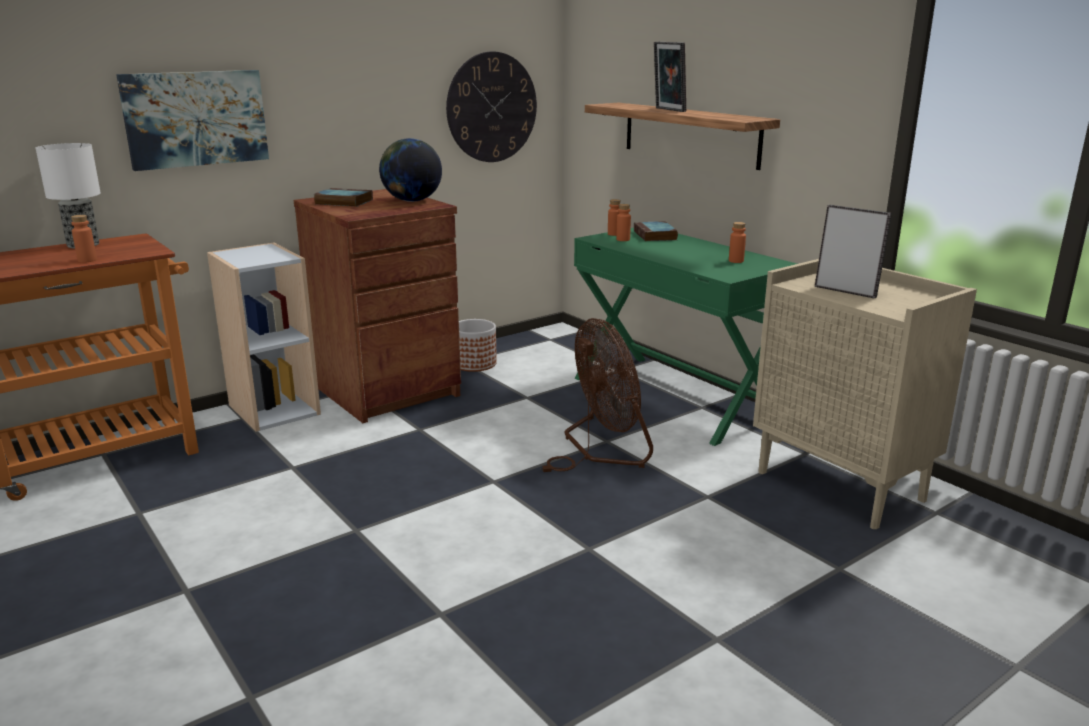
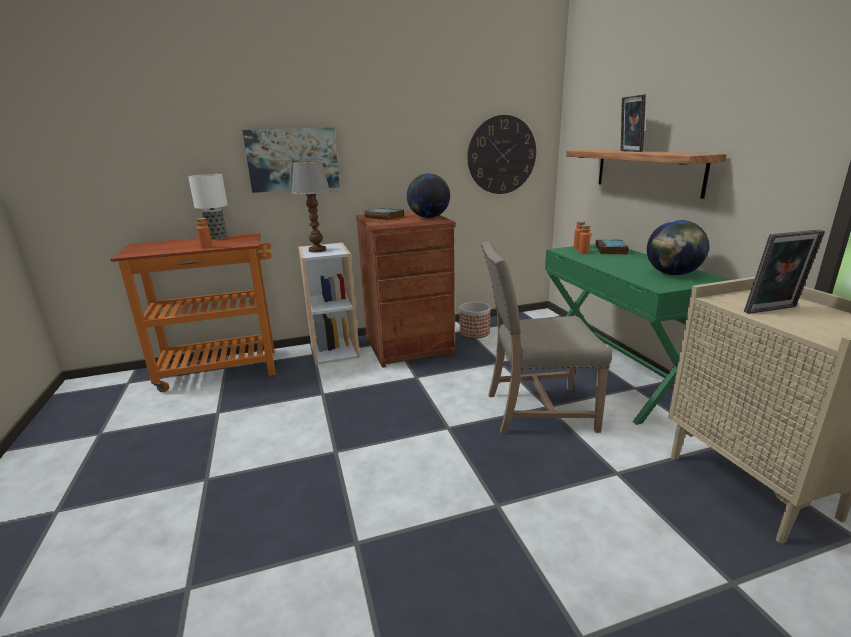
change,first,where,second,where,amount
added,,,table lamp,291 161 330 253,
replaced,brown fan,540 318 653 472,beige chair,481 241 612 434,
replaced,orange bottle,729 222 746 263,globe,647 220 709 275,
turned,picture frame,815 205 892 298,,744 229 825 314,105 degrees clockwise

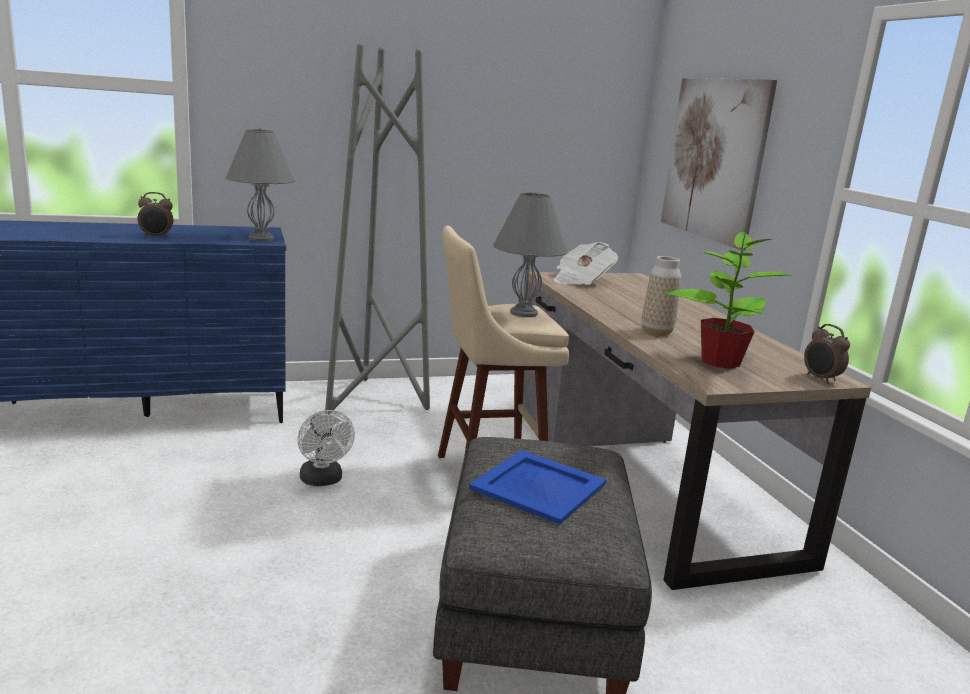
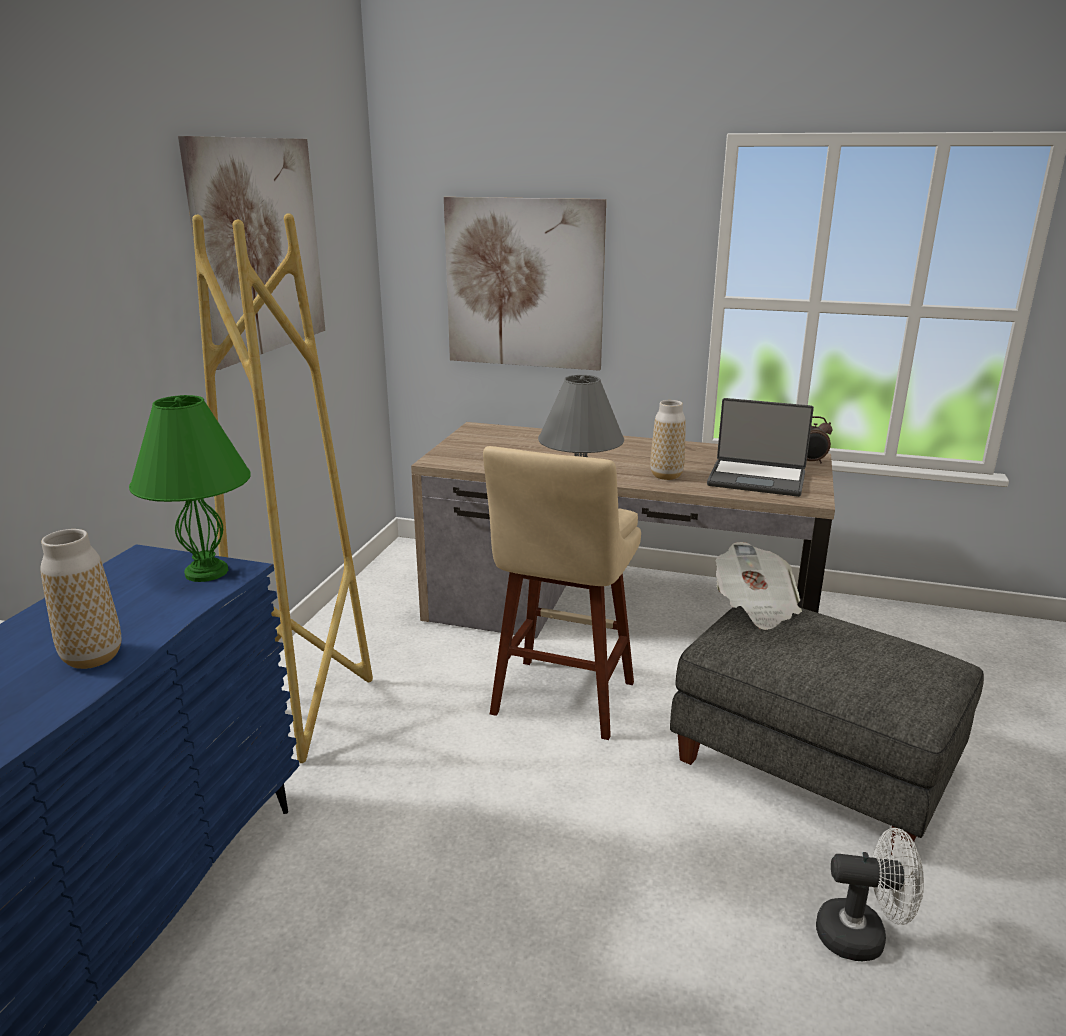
change,first,where,second,where,amount
removed,blue tray,469 450 607 524,,,
added,,,picture,178 136 325 370,
moved,white fan,298 410 355 486,,816 828 924 961,
moved,newspaper,554 242 618 285,,716 542 802 630,
replaced,alarm clock,137 192 173 239,vase,40 529 121 669,
replaced,potted plant,665 228 792 369,laptop,707 398 814 497,
recoloured,grey table lamp,225 128 295 241,green table lamp,129 395 251 582,
recoloured,grey clothes rack,325 43 430 414,yellow clothes rack,192 213 373 763,

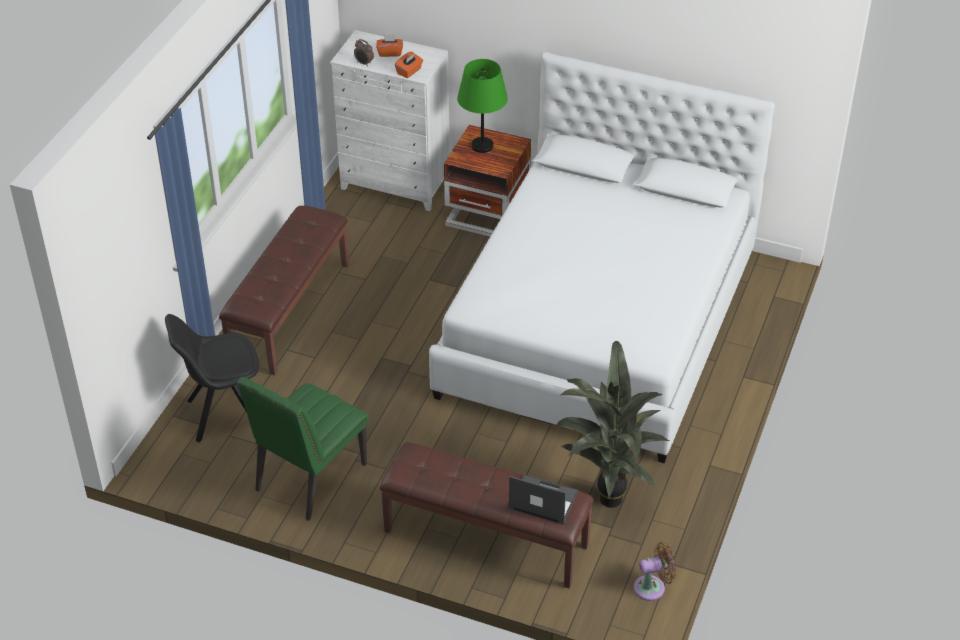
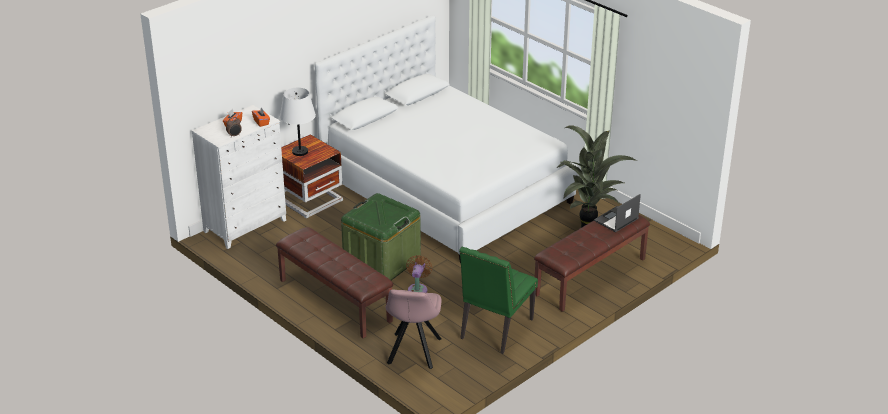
change,first,where,second,where,amount
added,,,green storage box,341 193 421 280,
moved,brown fan,634 542 676 601,,406 255 432 293,
recoloured,black chair,165 314 259 442,pink chair,385 289 442 369,
recoloured,green table lamp,457 59 508 153,white table lamp,280 87 316 156,
turned,green chair,237 377 369 521,,459 247 538 354,60 degrees clockwise

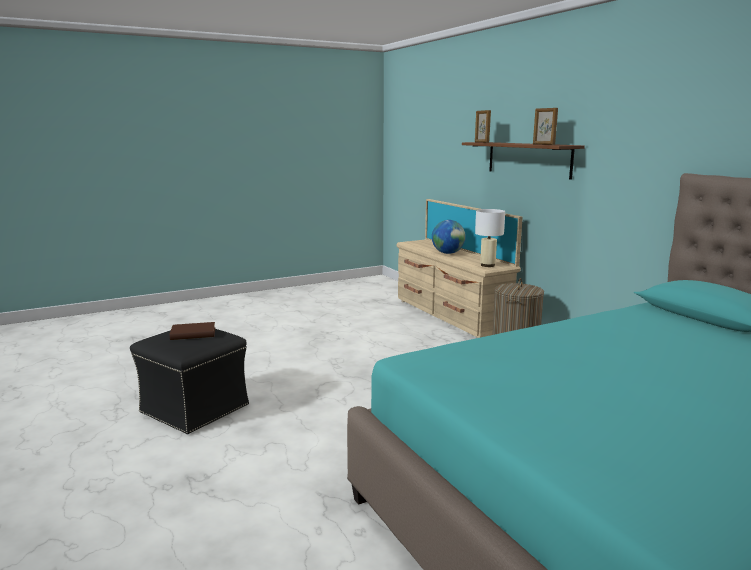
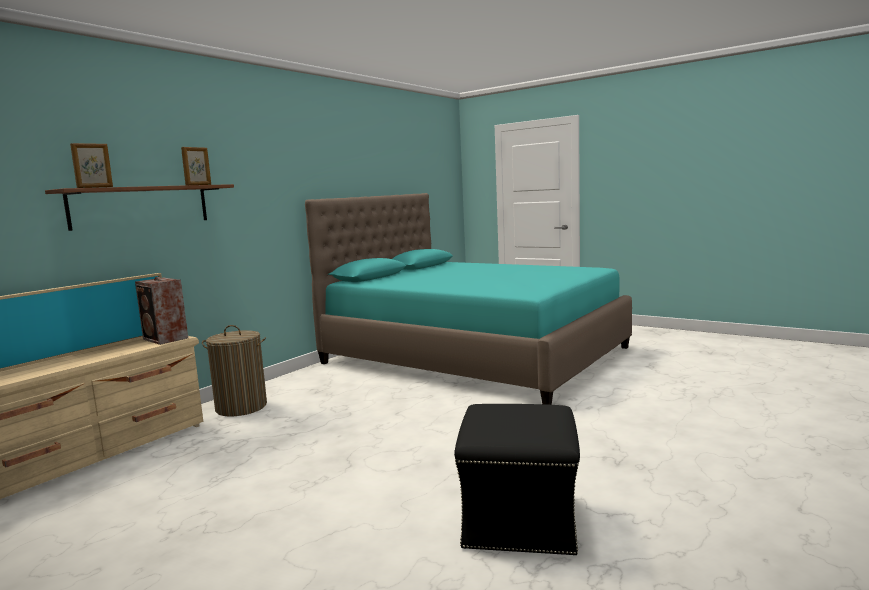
change,first,where,second,where,amount
removed,brown book,170 322 215 340,,,
removed,globe,432 220 466 254,,,
replaced,white table lamp,475 209 505 267,speaker,135 277 188 345,

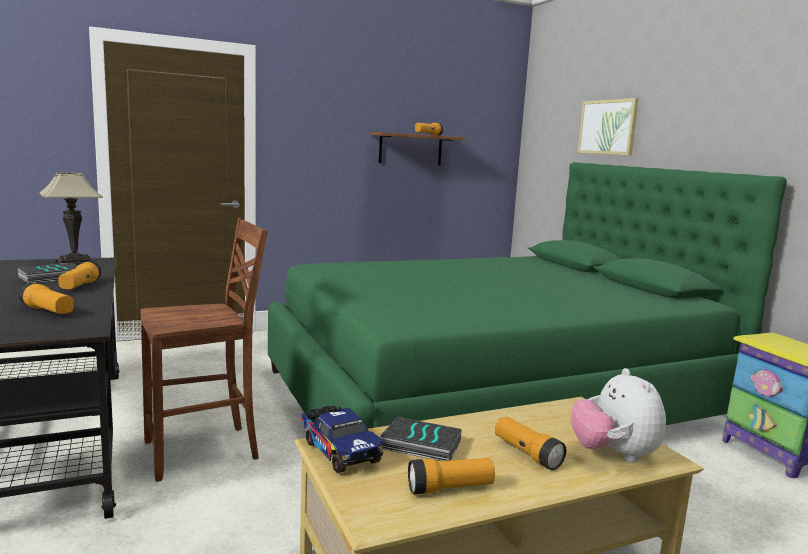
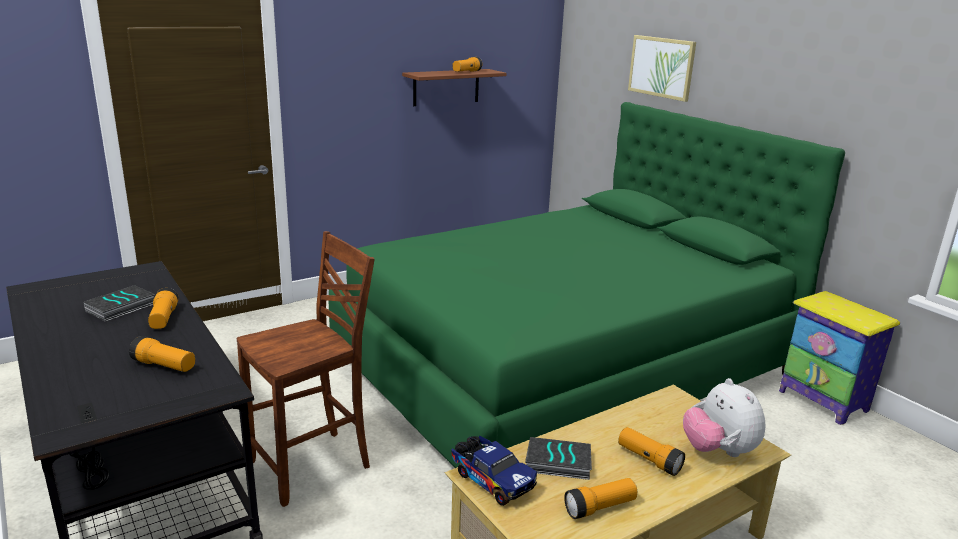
change,first,where,second,where,amount
removed,table lamp,39 172 103 264,,,

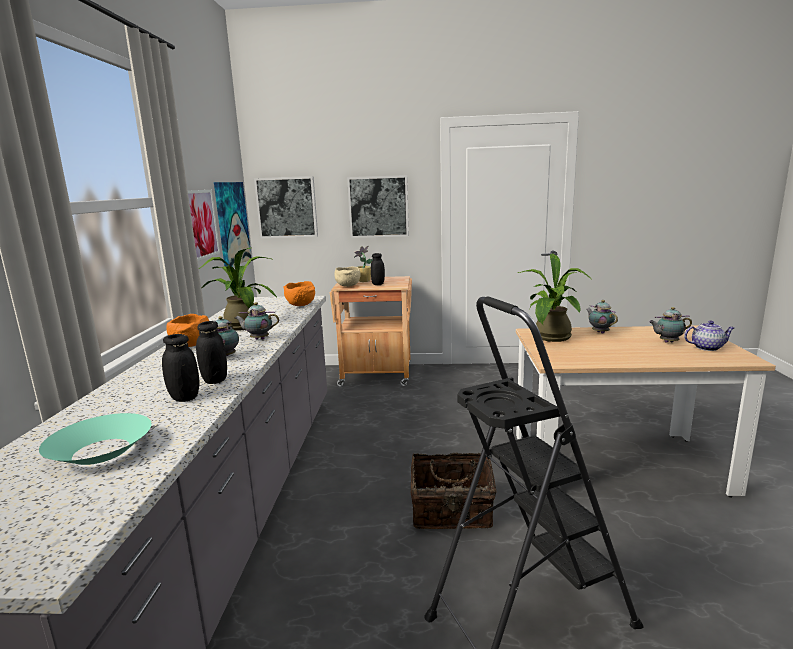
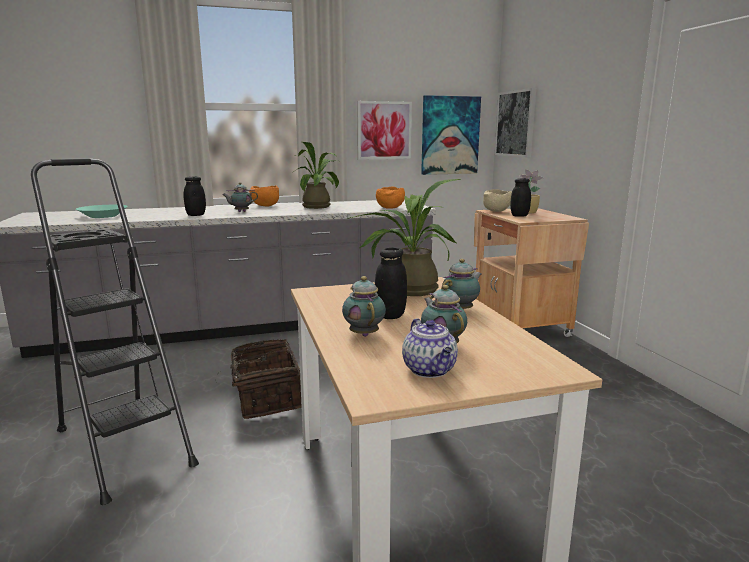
change,first,where,second,where,amount
removed,picture,347 175 409 238,,,
moved,black jar,162 334 200 402,,375 247 407 319,
moved,teapot,235 302 279 339,,342 276 386 337,

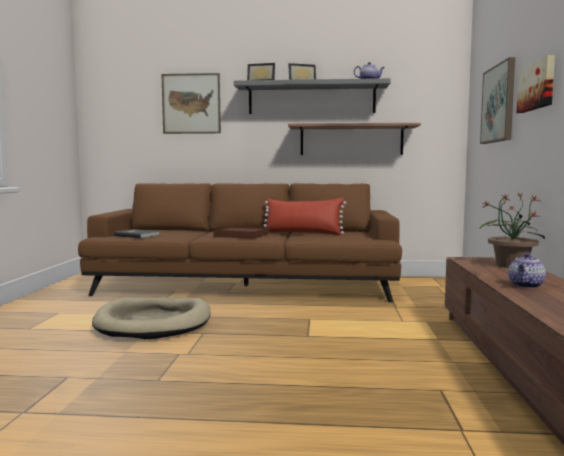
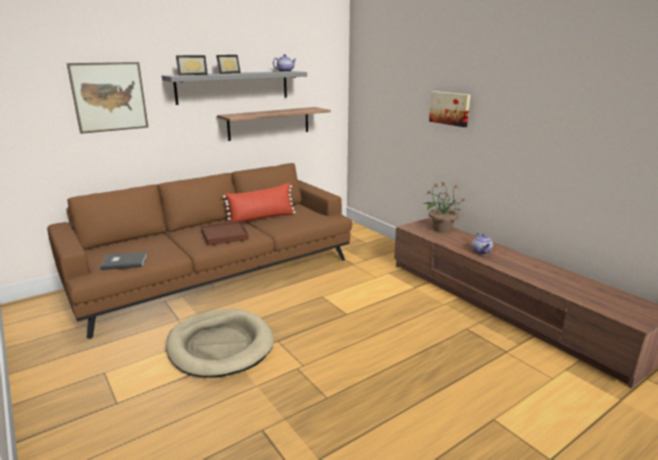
change,first,where,second,where,amount
removed,picture,480 57 515 144,,,

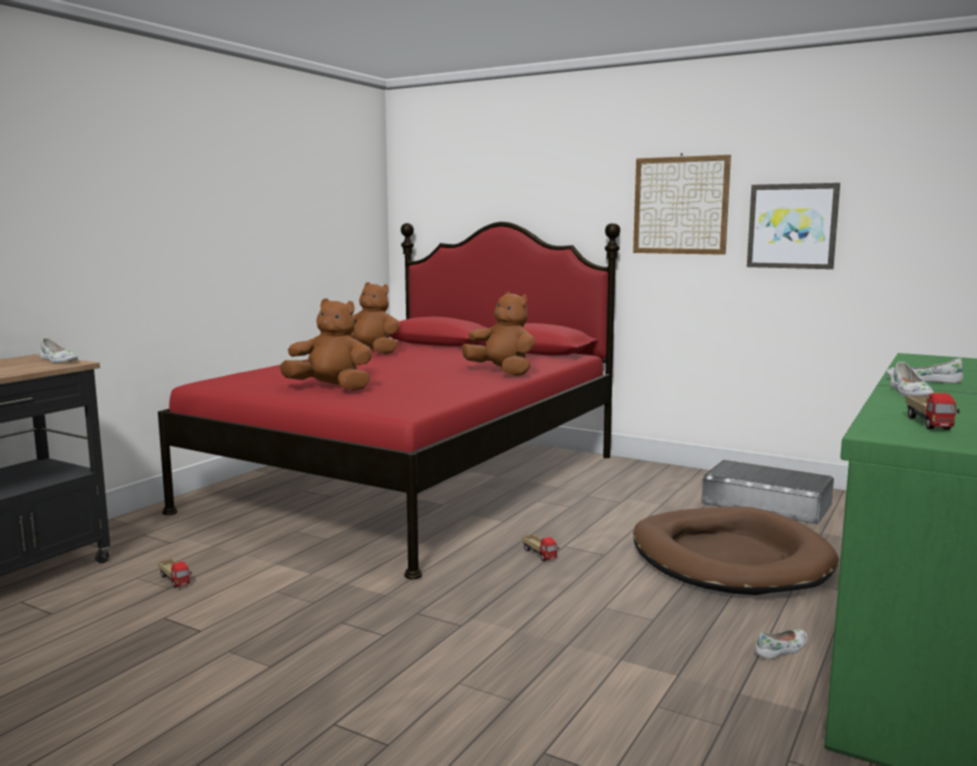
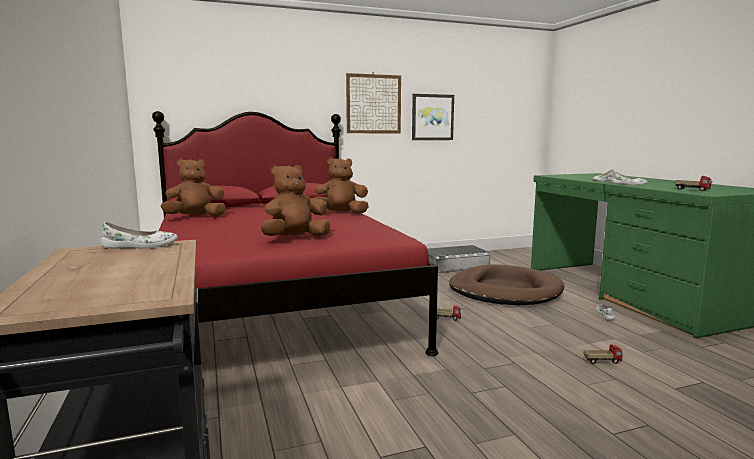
change,first,where,second,where,amount
moved,toy truck,158 559 192 588,,584 344 622 364,

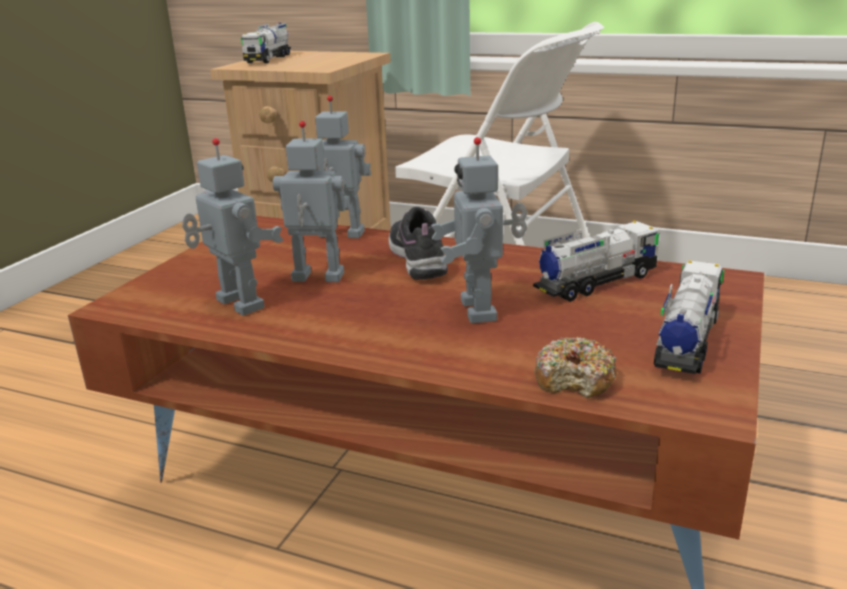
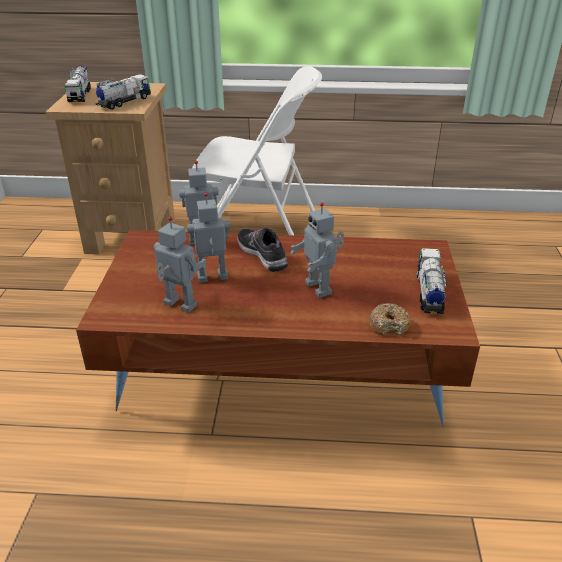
change,first,where,second,where,amount
moved,toy truck,533 221 659 302,,95 74 151 110,

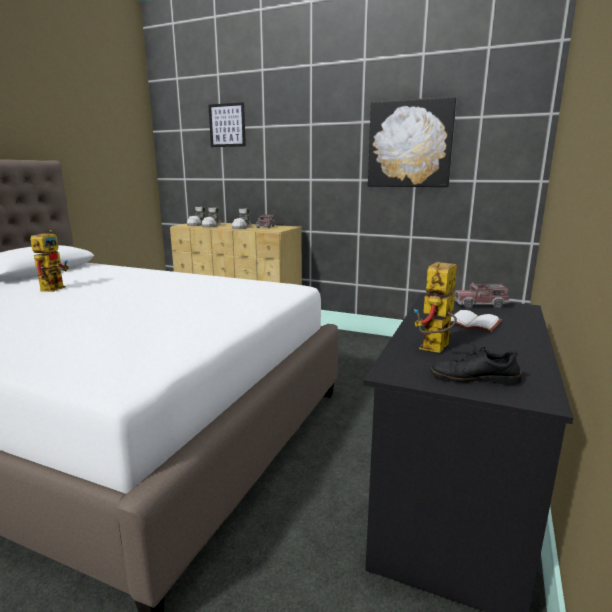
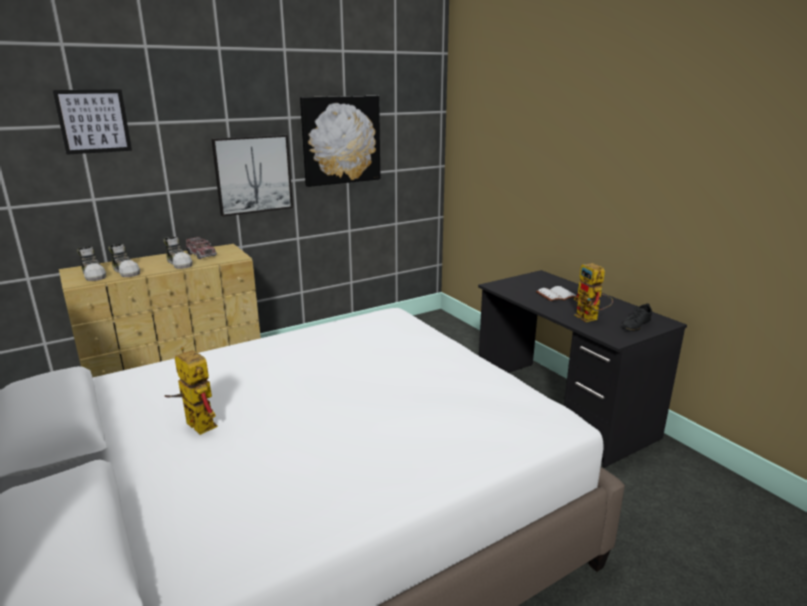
change,first,where,second,where,amount
removed,toy truck,455 283 511 308,,,
added,,,picture,212 135 293 217,

